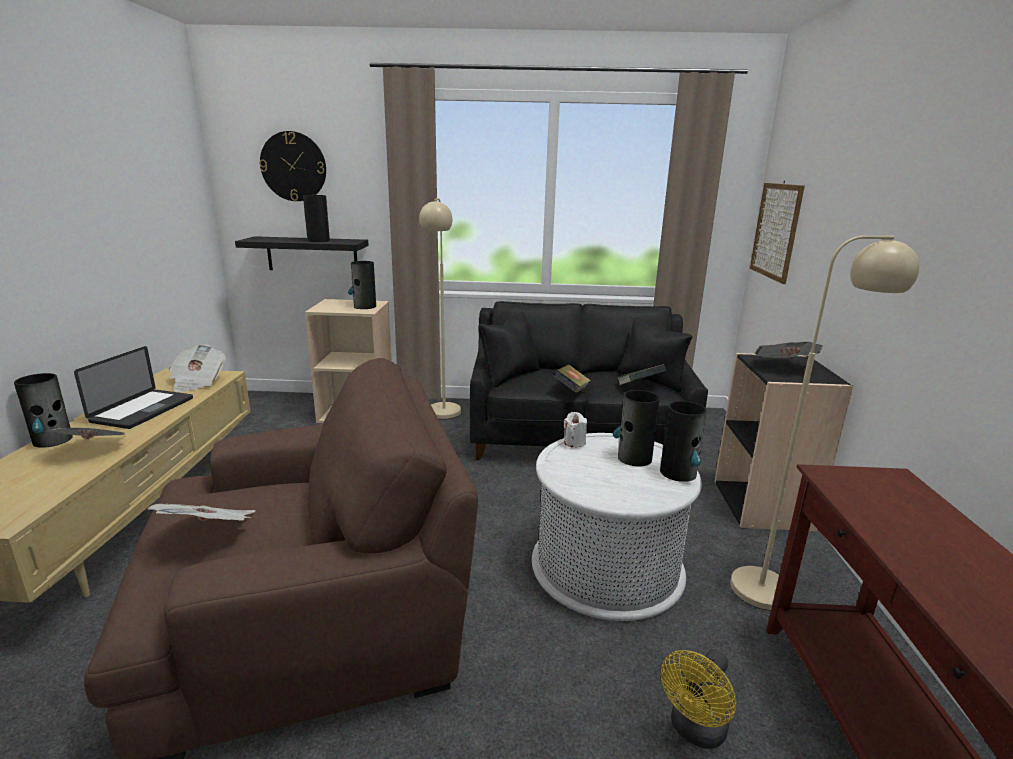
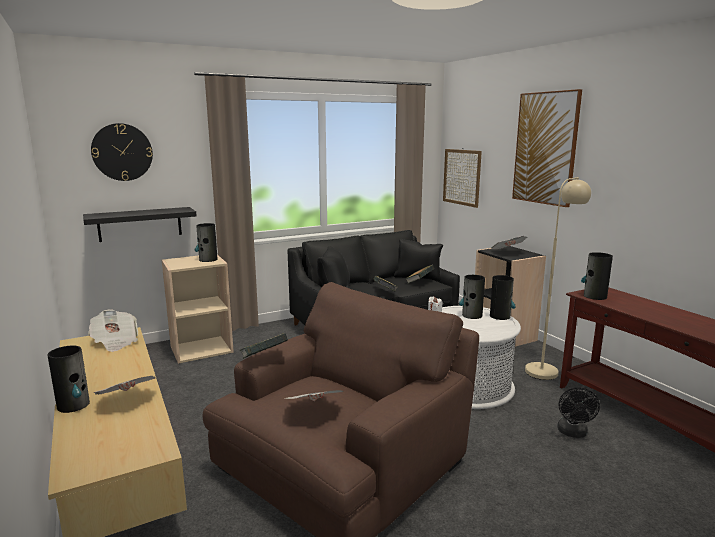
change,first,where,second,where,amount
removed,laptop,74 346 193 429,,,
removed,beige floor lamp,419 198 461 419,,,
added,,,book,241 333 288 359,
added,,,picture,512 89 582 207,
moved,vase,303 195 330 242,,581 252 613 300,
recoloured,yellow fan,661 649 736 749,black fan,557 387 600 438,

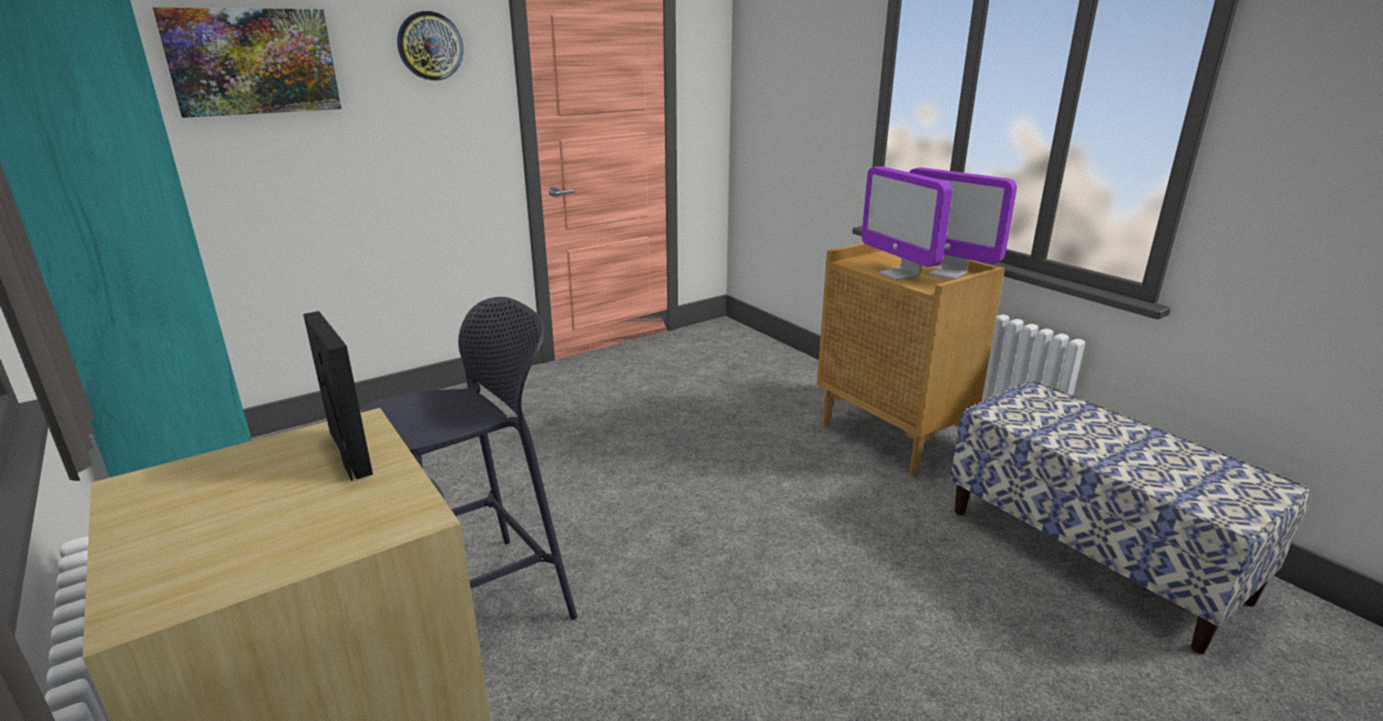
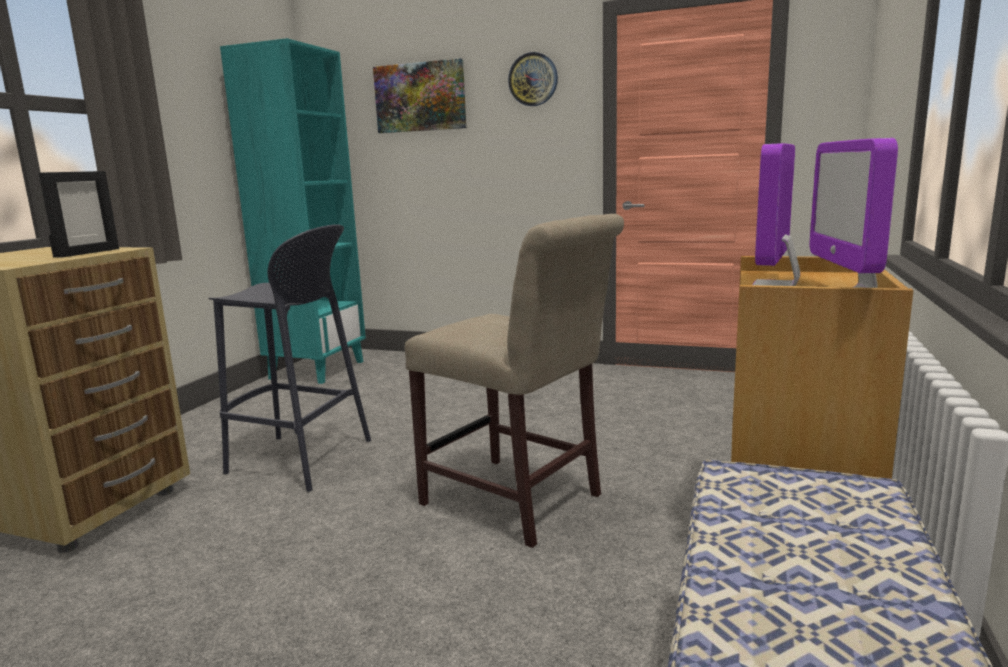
change,first,where,second,where,amount
added,,,beige chair,405 214 624 548,

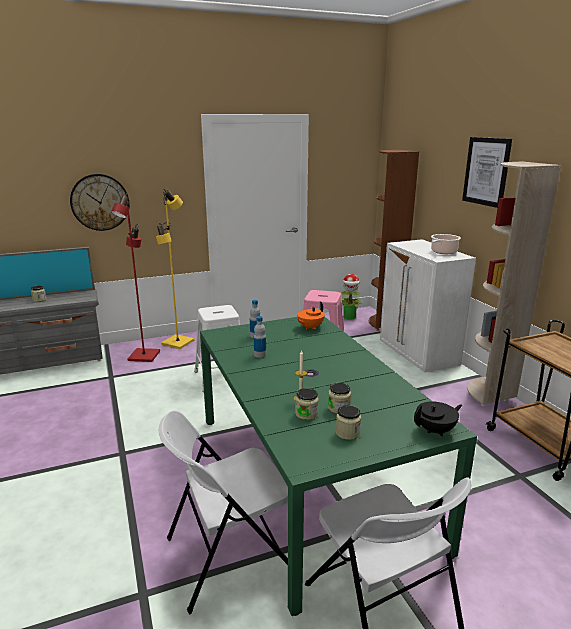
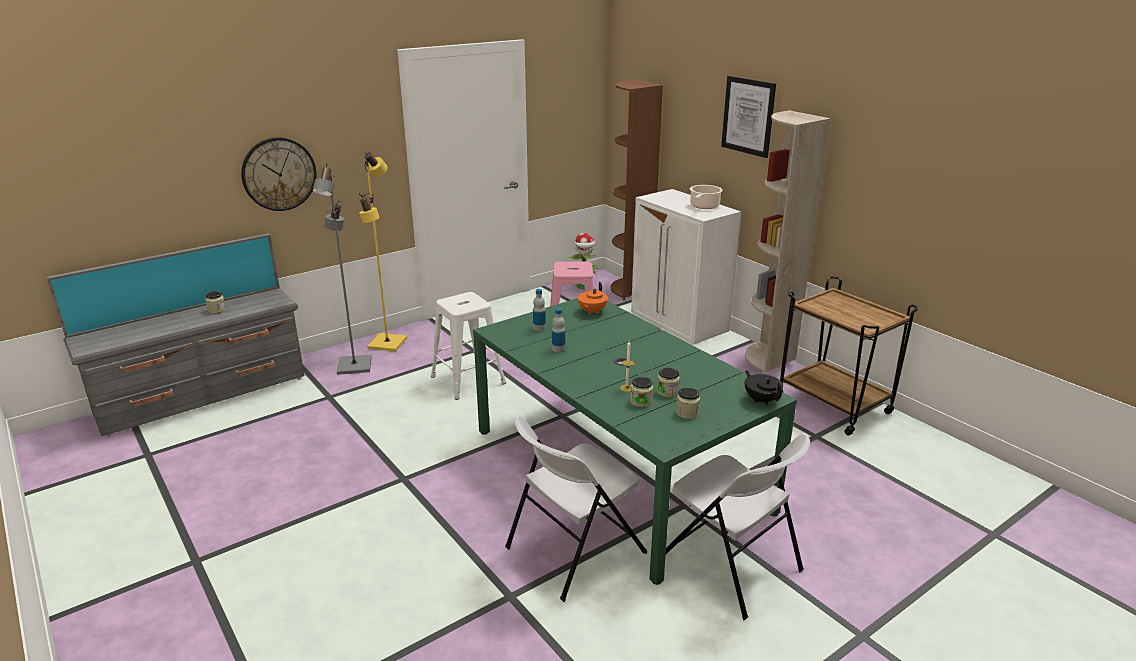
change,first,where,second,where,amount
recoloured,red floor lamp,111 193 160 362,grey floor lamp,313 164 372 375,
turned,black teapot,414 401 462 436,,745 370 783 405,75 degrees counterclockwise

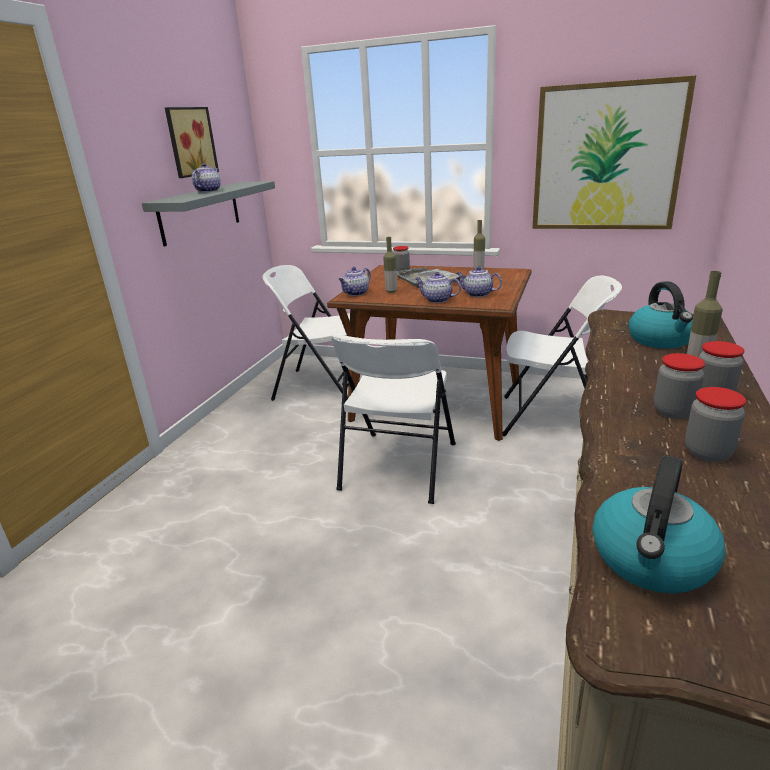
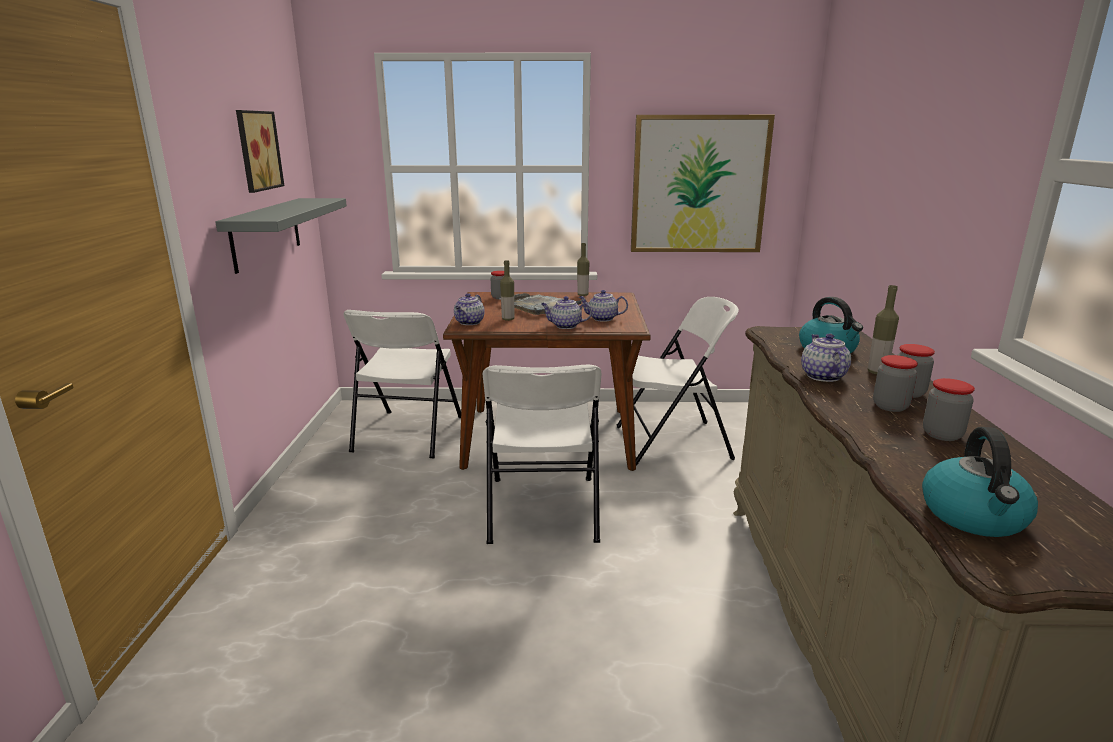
change,first,where,second,where,amount
moved,teapot,192 163 221 192,,801 334 851 382,
turned,white chair,262 265 350 401,,344 310 461 458,75 degrees counterclockwise

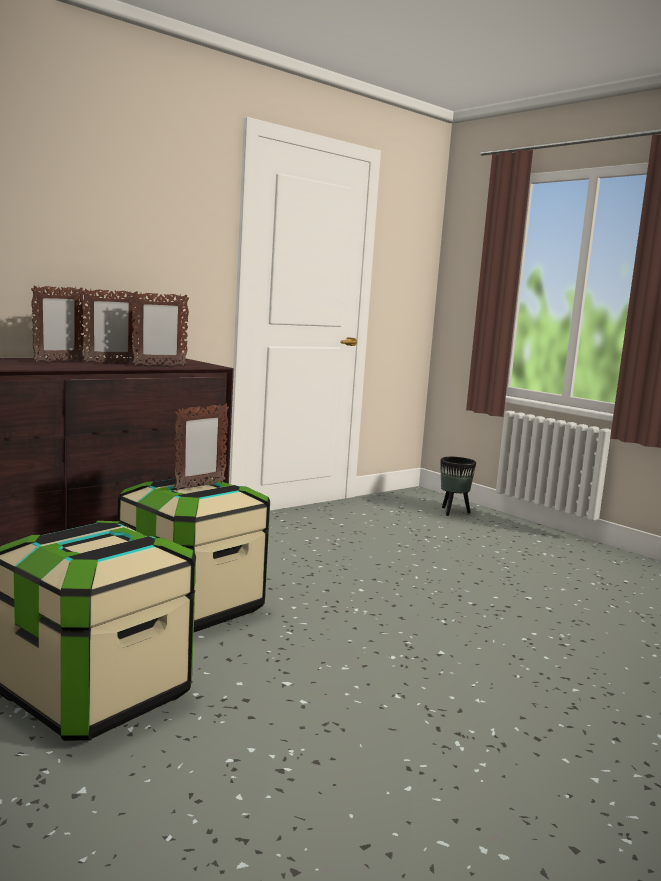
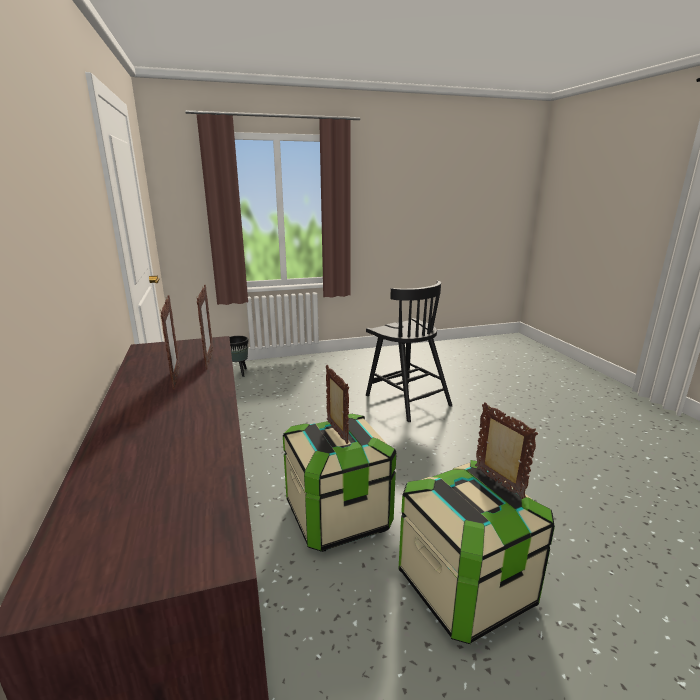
change,first,where,second,where,amount
added,,,black chair,366 281 452 422,
moved,picture frame,31 286 84 362,,475 402 538 499,

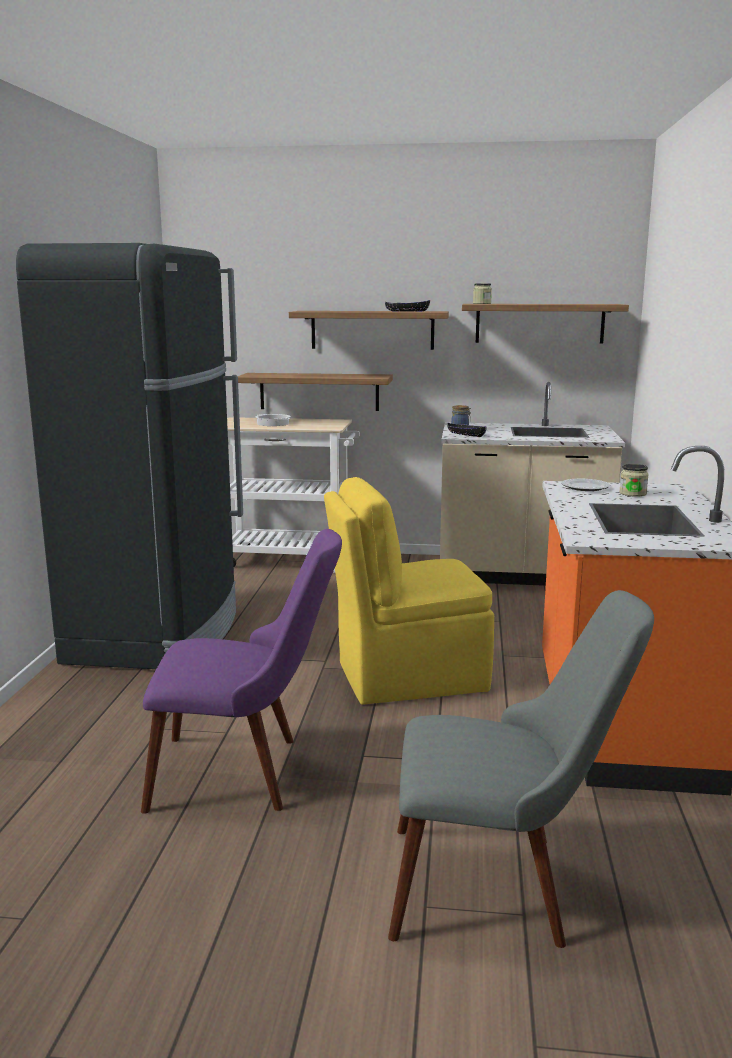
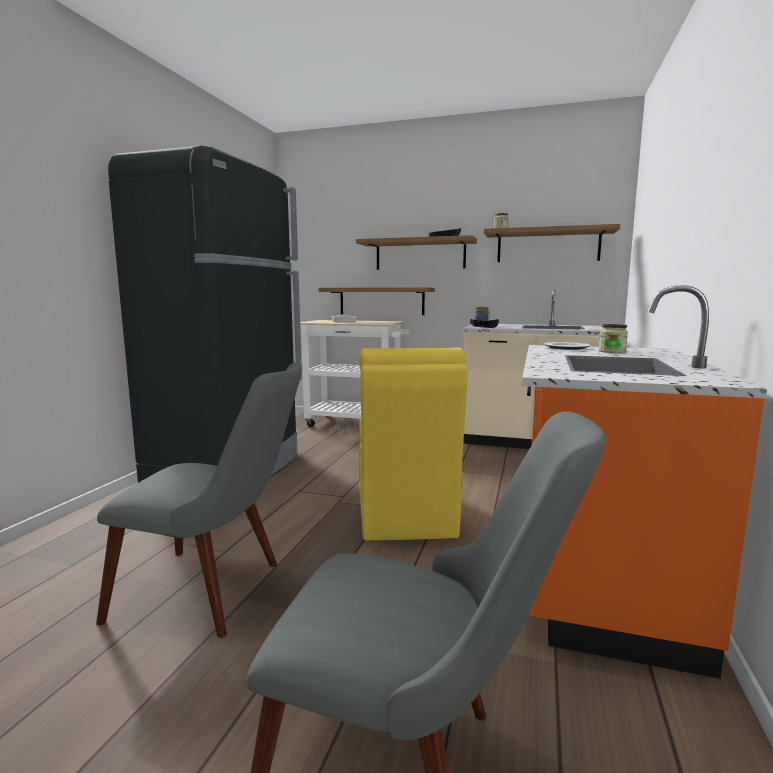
change,first,where,second,where,amount
recoloured,purple chair,141 529 342 814,grey chair,96 362 302 638,
turned,yellow chair,324 477 494 705,,359 347 468 541,90 degrees counterclockwise

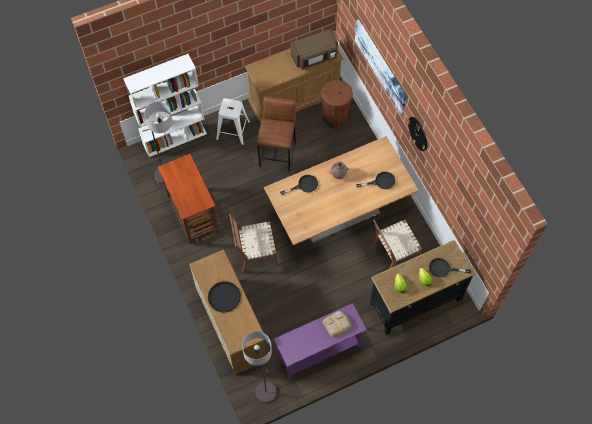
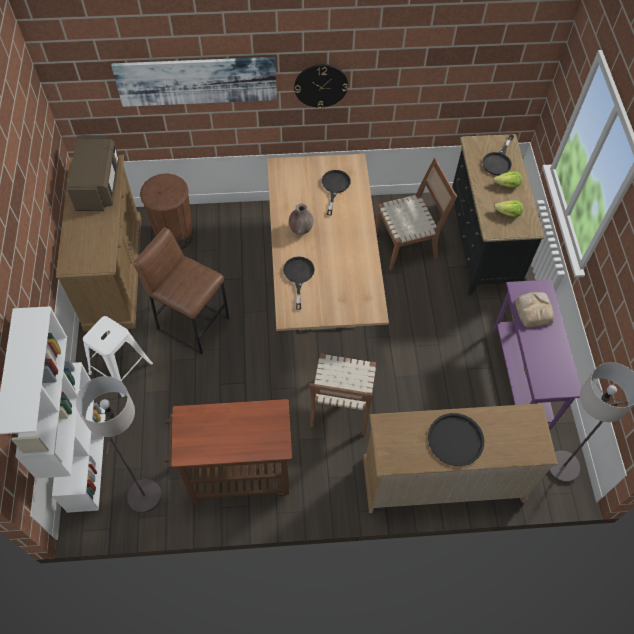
change,first,where,second,where,amount
turned,chair,371 219 422 269,,375 158 457 270,105 degrees counterclockwise

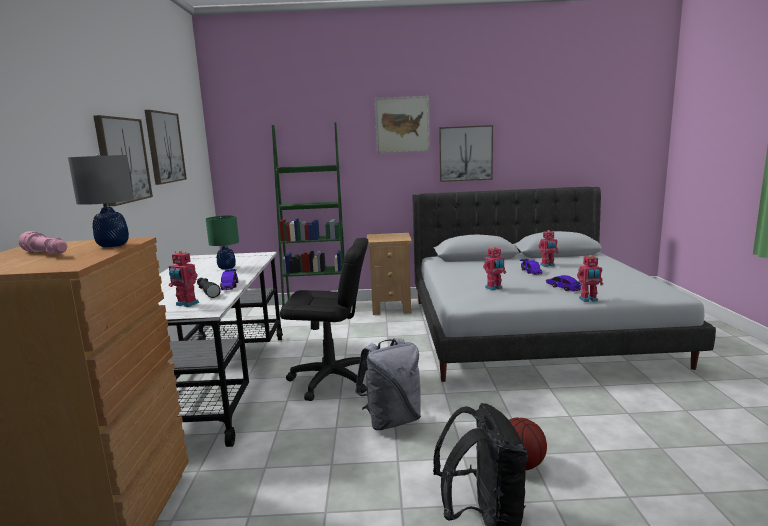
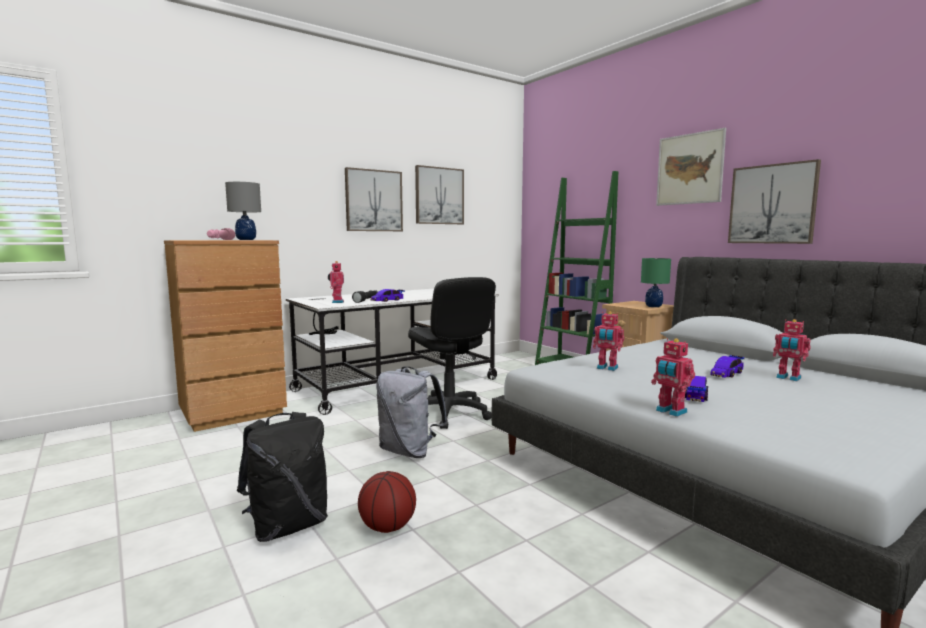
change,first,where,second,where,amount
moved,green table lamp,206 215 239 270,,641 258 671 307,

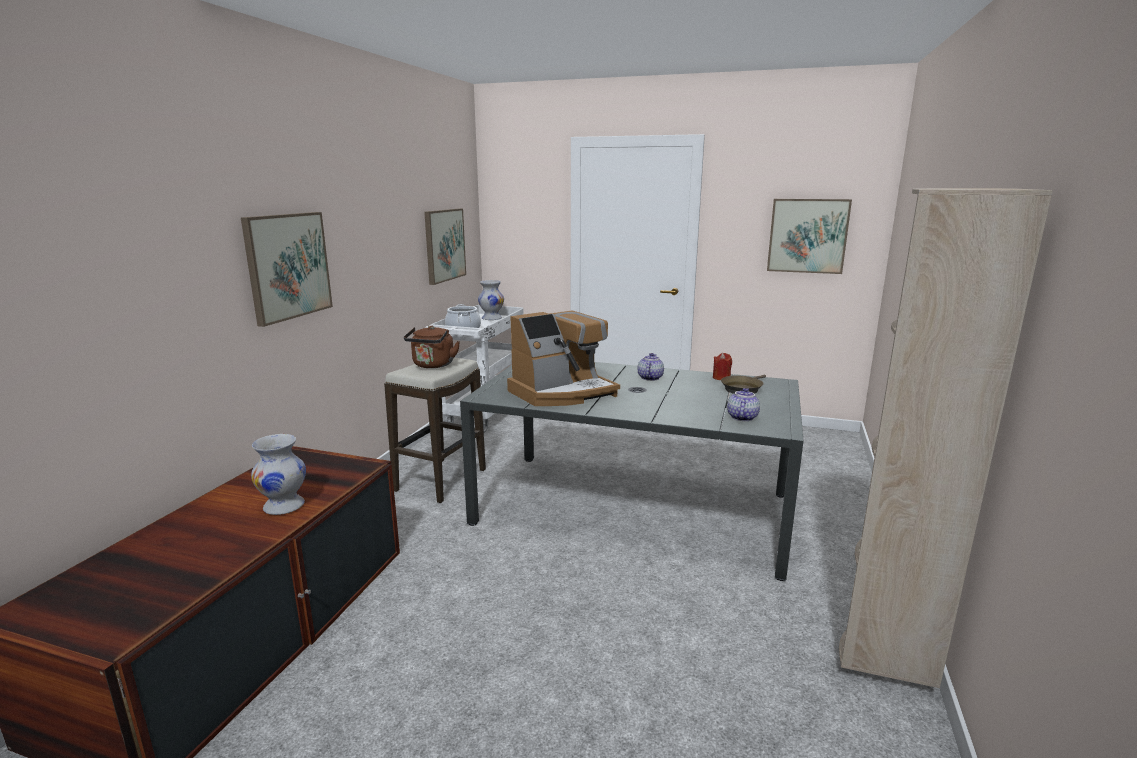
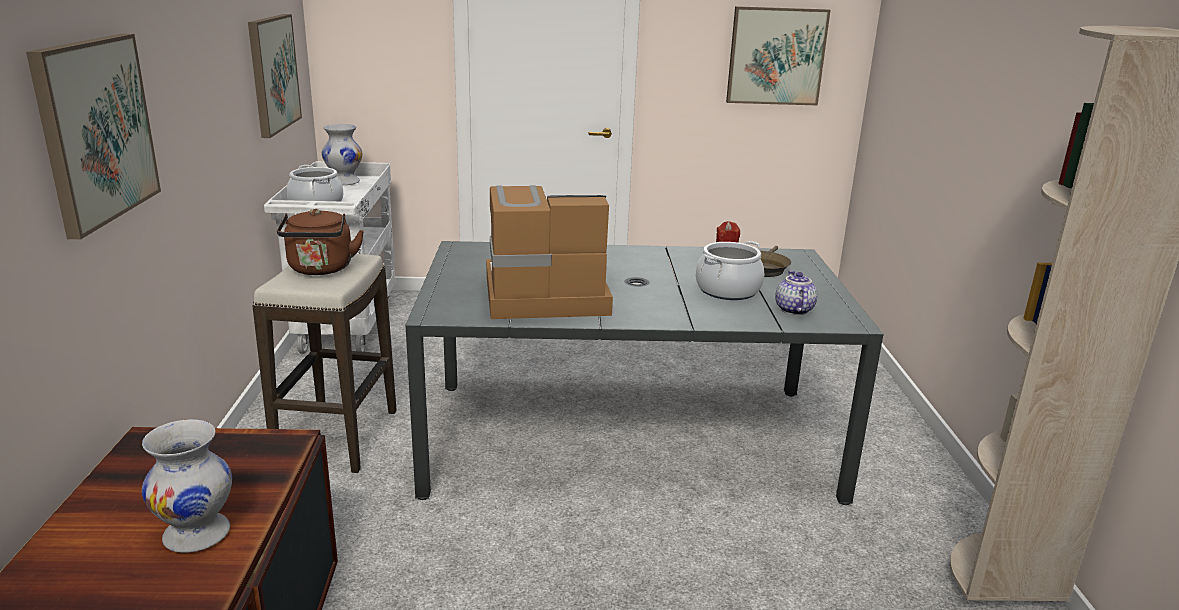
change,first,where,second,where,amount
removed,teapot,638 353 664 381,,,
added,,,cooking pot,696 241 764 300,
turned,coffee machine,507 310 620 406,,486 185 613 319,135 degrees counterclockwise

